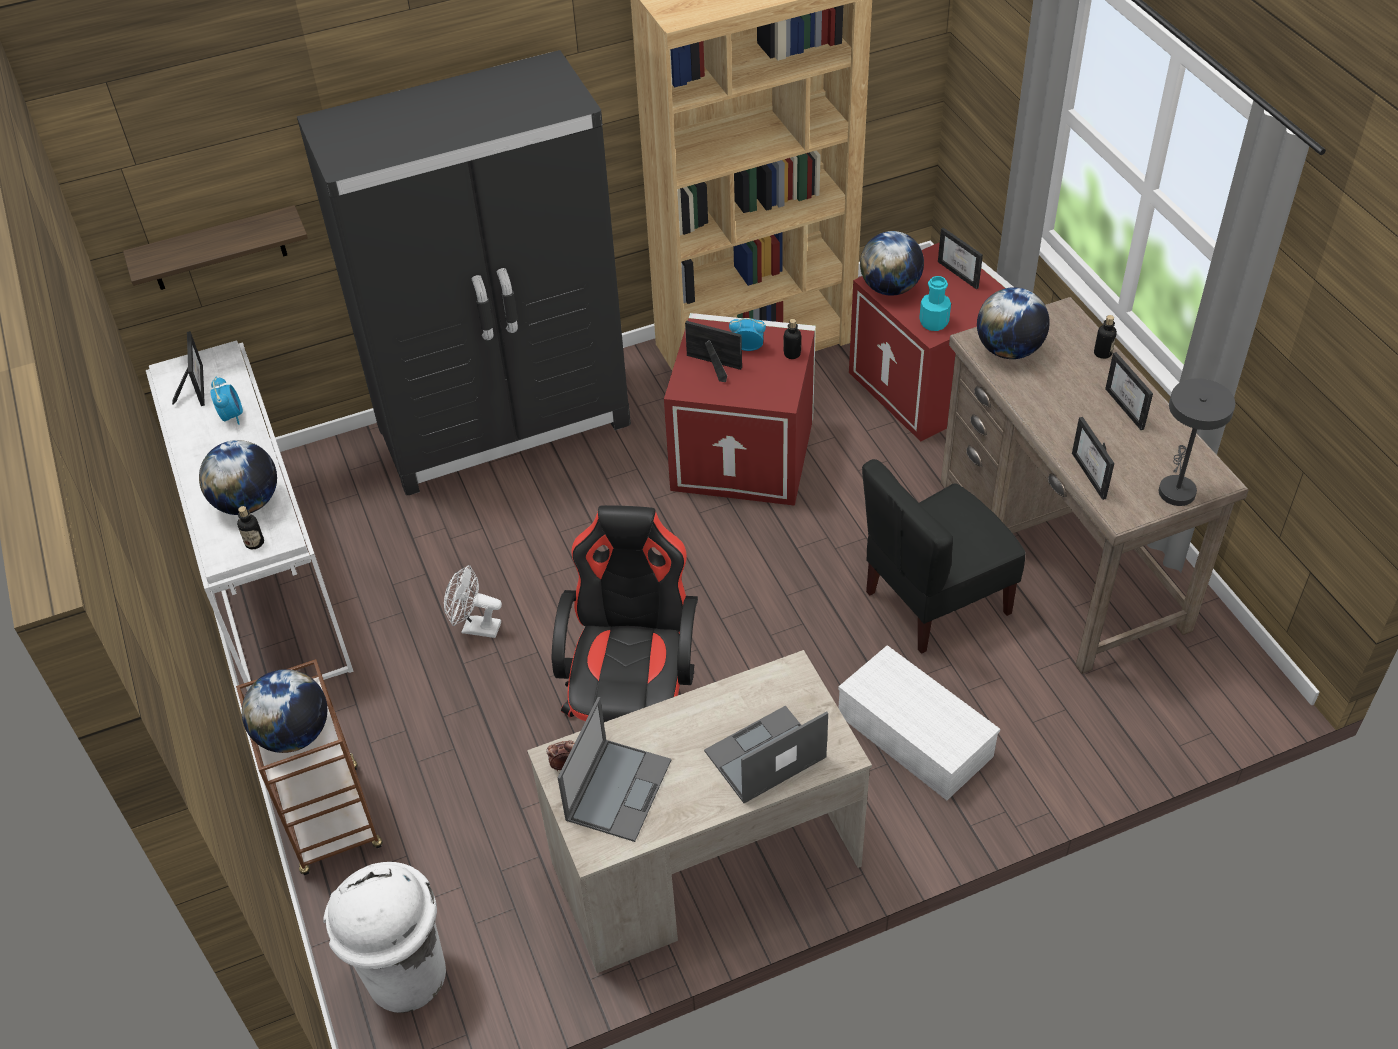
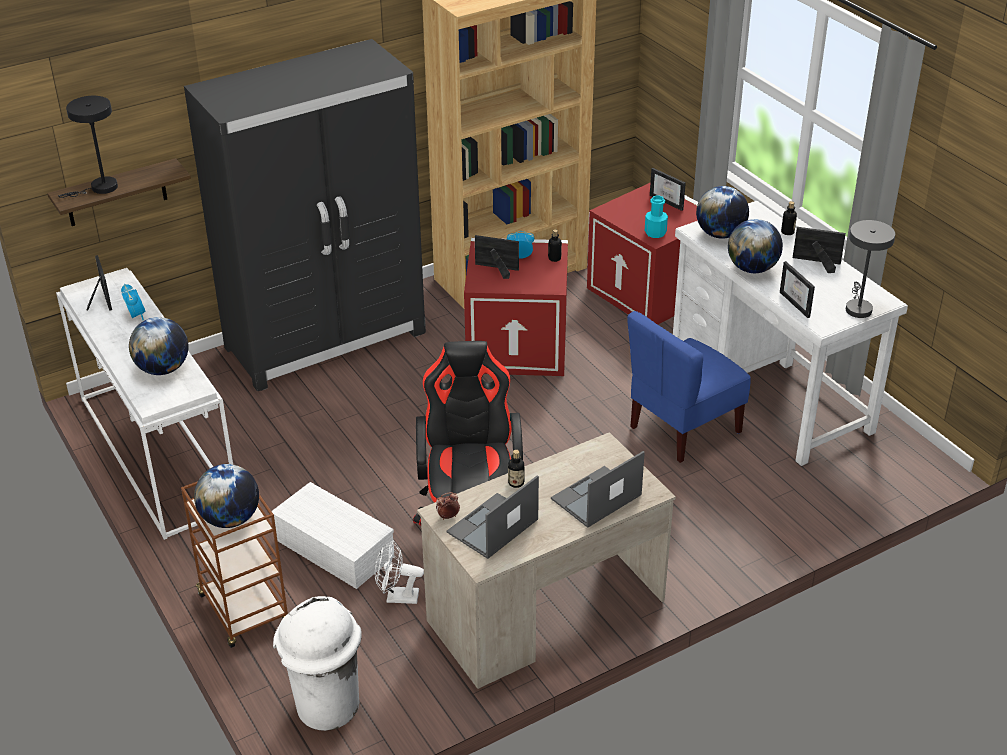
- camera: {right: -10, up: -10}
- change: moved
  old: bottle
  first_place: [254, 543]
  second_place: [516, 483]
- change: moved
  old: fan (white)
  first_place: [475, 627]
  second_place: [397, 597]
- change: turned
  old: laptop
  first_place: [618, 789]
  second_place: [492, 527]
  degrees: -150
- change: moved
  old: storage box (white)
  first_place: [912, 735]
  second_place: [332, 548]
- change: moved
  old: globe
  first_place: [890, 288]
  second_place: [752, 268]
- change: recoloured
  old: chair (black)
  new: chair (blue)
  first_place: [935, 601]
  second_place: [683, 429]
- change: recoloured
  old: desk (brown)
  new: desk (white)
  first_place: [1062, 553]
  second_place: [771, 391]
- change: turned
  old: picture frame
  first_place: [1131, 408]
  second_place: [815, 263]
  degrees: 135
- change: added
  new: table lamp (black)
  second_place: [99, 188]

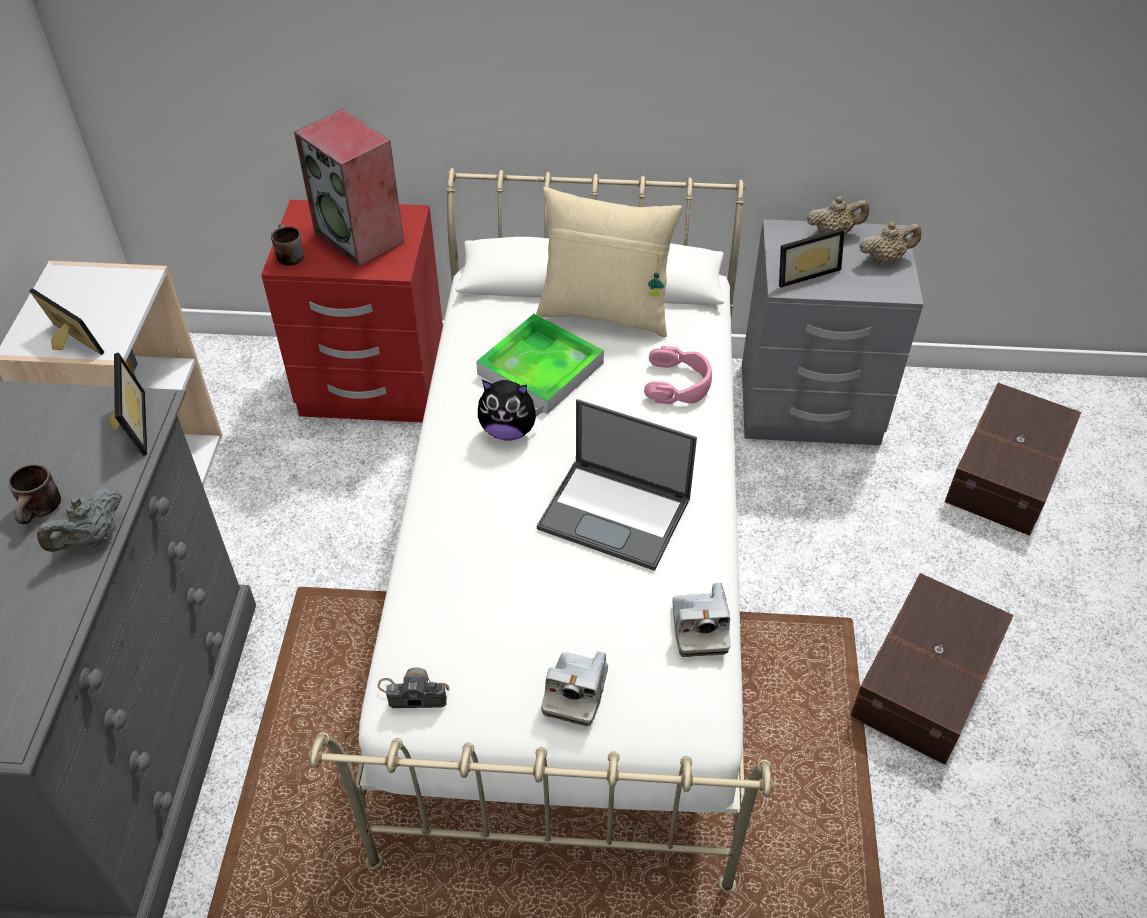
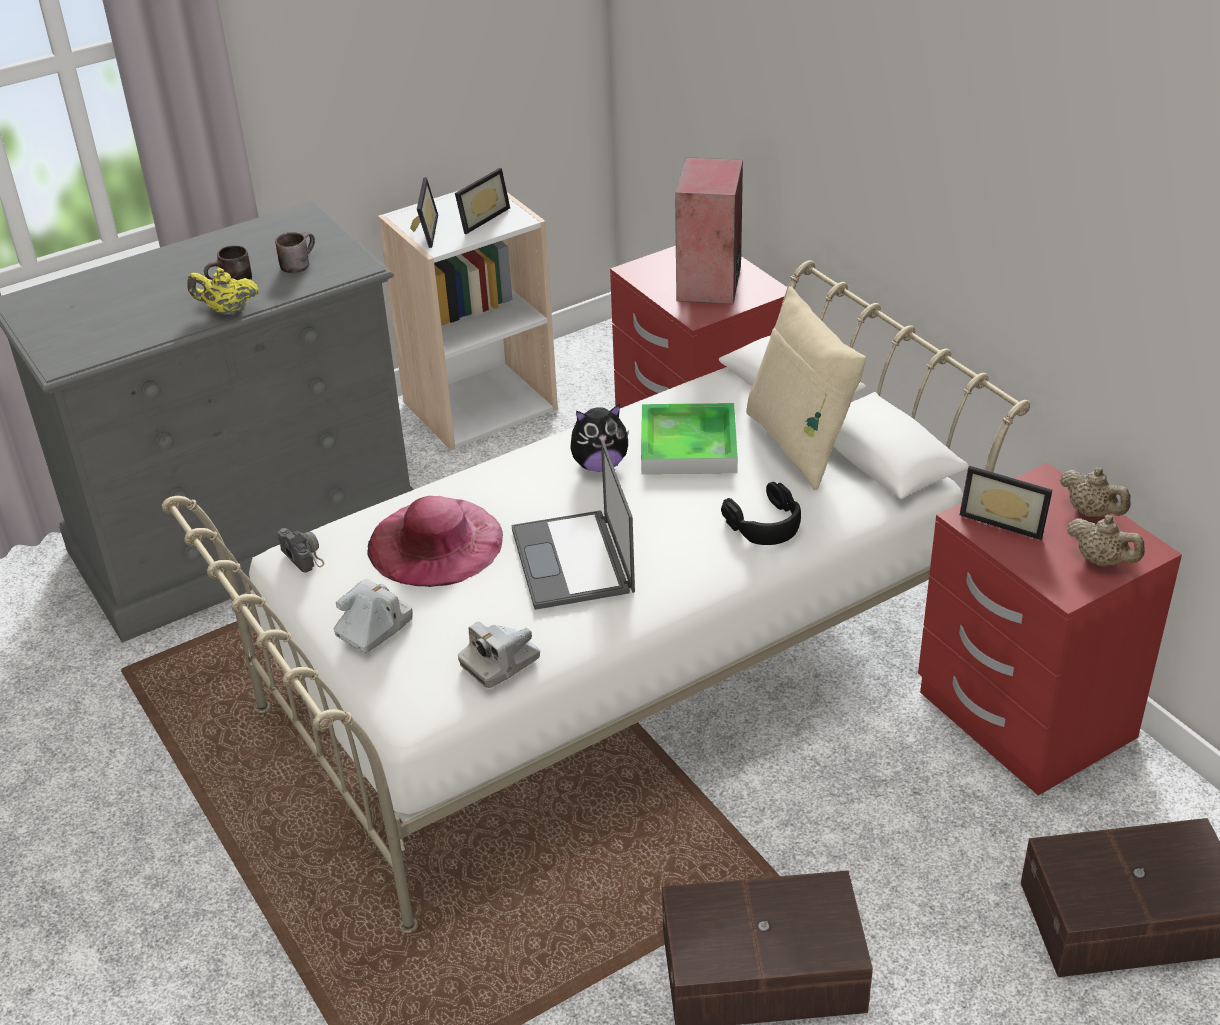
- camera: {right: 55, up: -10}
- change: recoloured
  old: teapot (grey)
  new: teapot (yellow)
  first_place: [91, 539]
  second_place: [227, 311]
- change: moved
  old: picture frame
  first_place: [128, 426]
  second_place: [479, 218]
- change: moved
  old: mug (brown)
  first_place: [287, 255]
  second_place: [297, 263]
- change: turned
  old: plush toy
  first_place: [508, 430]
  second_place: [599, 465]
  degrees: -75
- change: turned
  old: photo camera
  first_place: [575, 692]
  second_place: [374, 627]
  degrees: 150
- change: recoloured
  old: headphones (pink)
  new: headphones (black)
  first_place: [678, 383]
  second_place: [765, 523]
- change: recoloured
  old: nightstand (grey)
  new: nightstand (red)
  first_place: [809, 406]
  second_place: [1023, 717]
- change: added
  new: hat (pink)
  second_place: [435, 542]

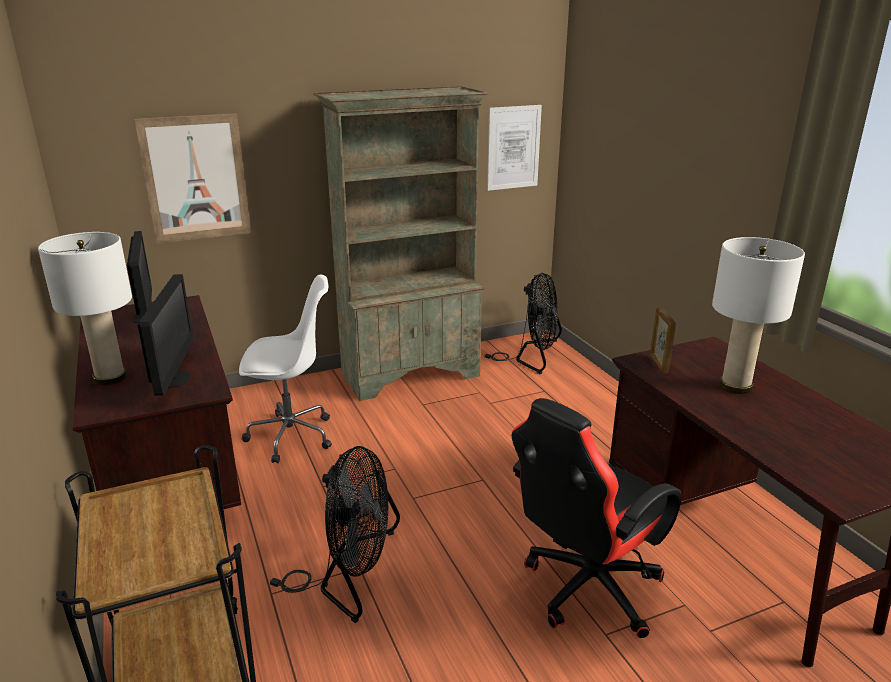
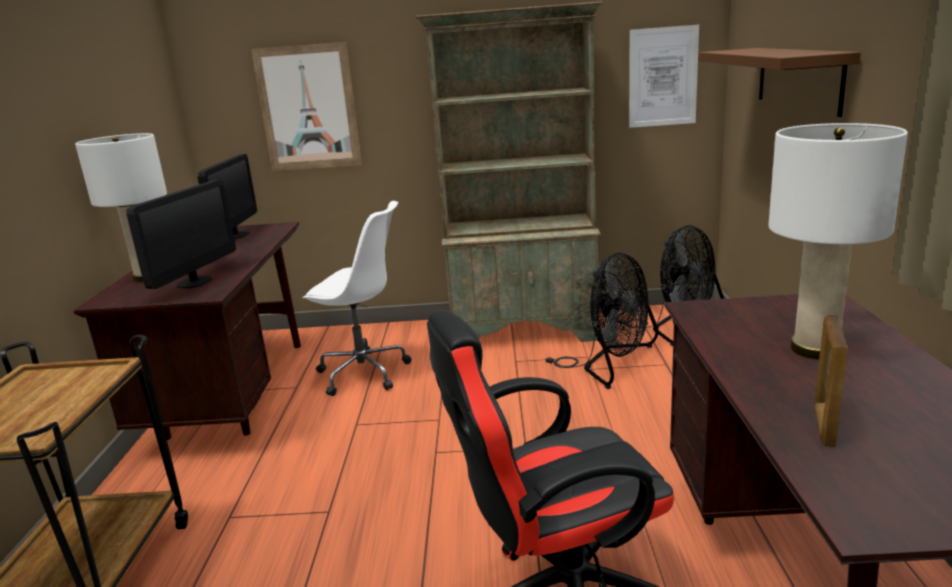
- camera: {right: 25, up: -5}
- change: moved
  old: fan (black)
  first_place: [348, 573]
  second_place: [608, 363]
- change: moved
  old: picture frame
  first_place: [658, 364]
  second_place: [823, 426]
- change: added
  new: shelf (brown)
  second_place: [798, 78]

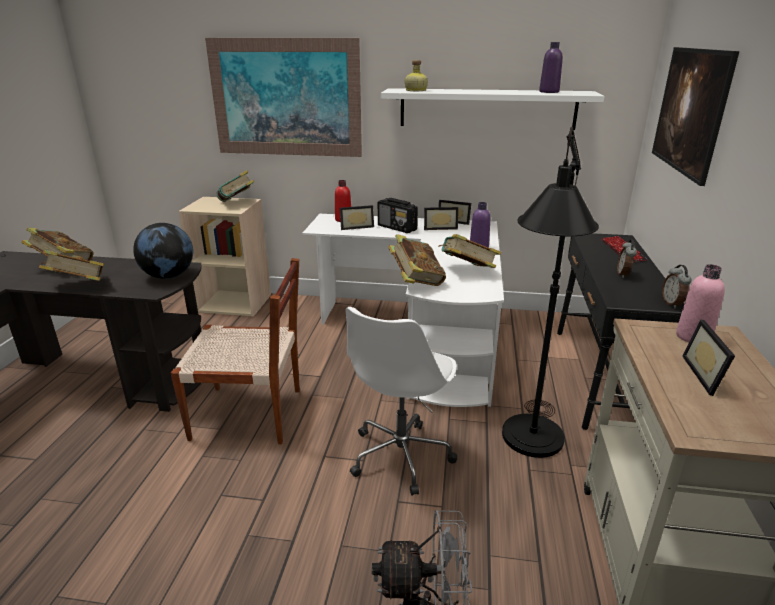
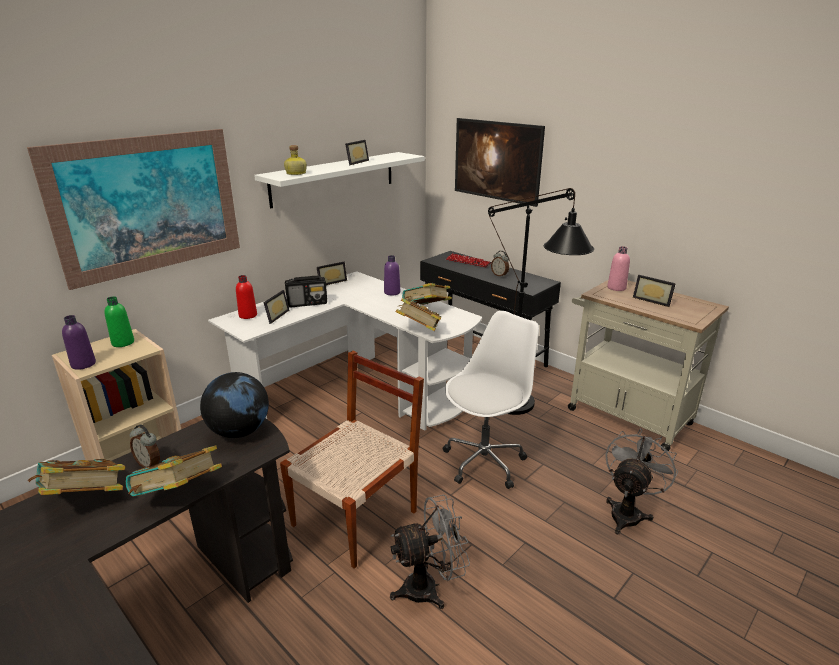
- camera: {right: -55, up: 0}
- change: replaced
  old: book
  new: bottle (green)
  first_place: [237, 203]
  second_place: [123, 343]
- change: turned
  old: office chair (white)
  first_place: [399, 459]
  second_place: [485, 461]
  degrees: -105
- change: moved
  old: picture frame
  first_place: [440, 228]
  second_place: [355, 162]
- change: moved
  old: bottle (purple)
  first_place: [549, 92]
  second_place: [83, 364]
- change: moved
  old: alarm clock
  first_place: [672, 304]
  second_place: [149, 464]
- change: added
  new: fan (grey)
  second_place: [429, 587]

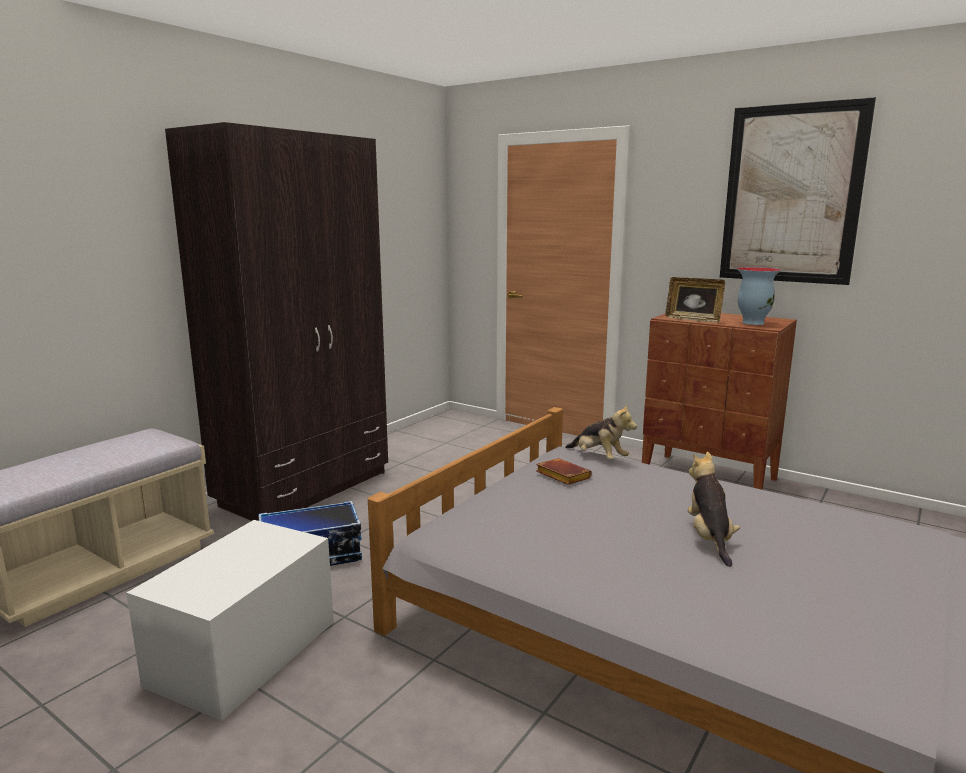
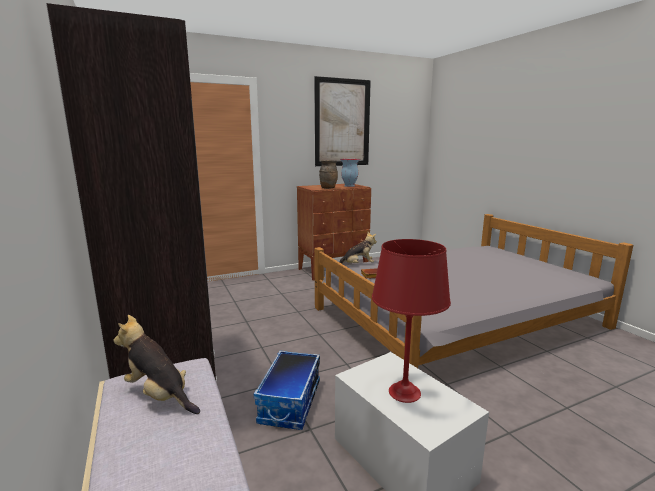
- camera: {right: -60, up: 0}
- change: replaced
  old: picture frame
  new: vase (brown)
  first_place: [693, 320]
  second_place: [328, 188]
- change: moved
  old: plush toy
  first_place: [709, 538]
  second_place: [159, 395]
- change: added
  new: table lamp (red)
  second_place: [405, 392]

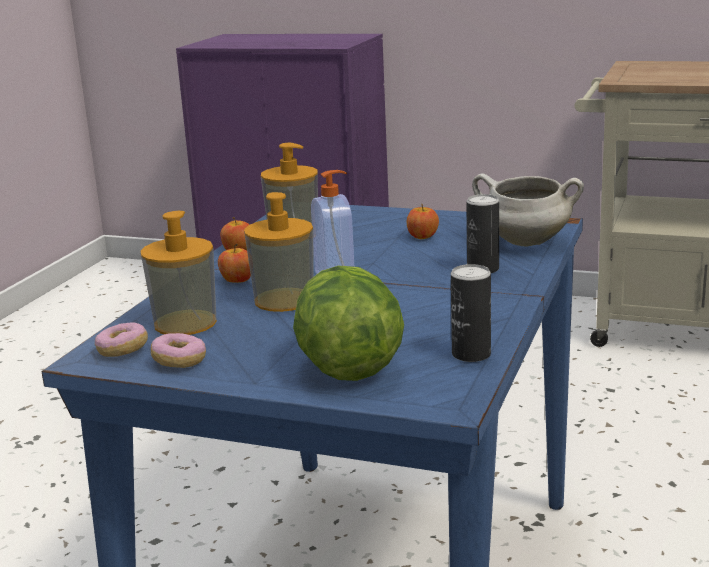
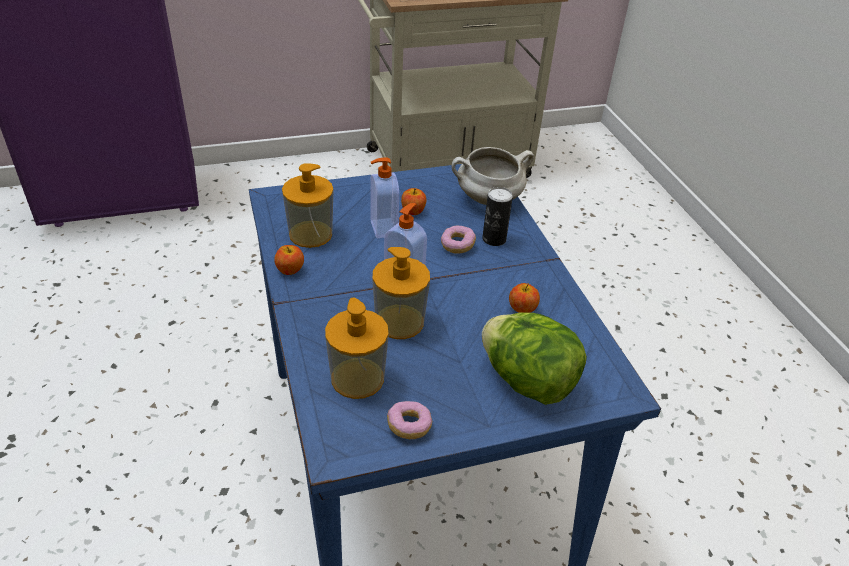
- camera: {right: -40, up: 20}
- change: moved
  old: donut
  first_place: [122, 350]
  second_place: [457, 245]
- change: moved
  old: apple
  first_place: [237, 280]
  second_place: [522, 308]
- change: removed
  old: can
  first_place: [471, 354]
- change: added
  new: soap dispenser
  second_place: [382, 228]

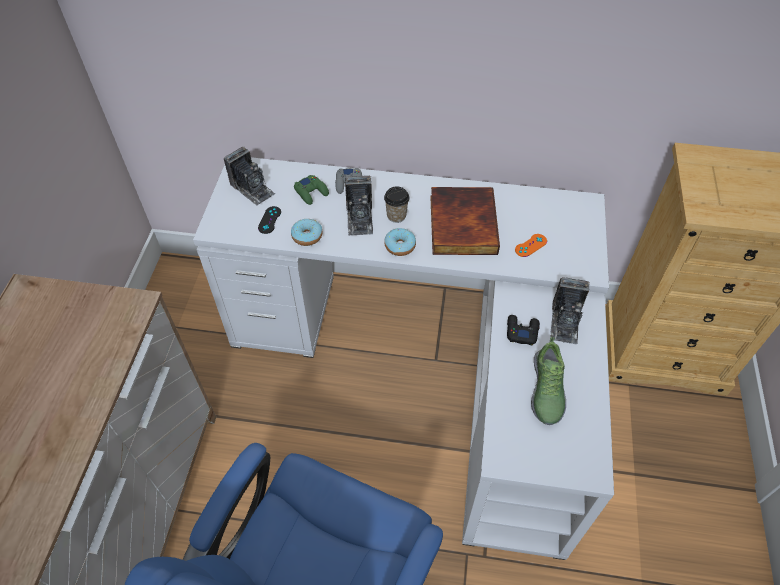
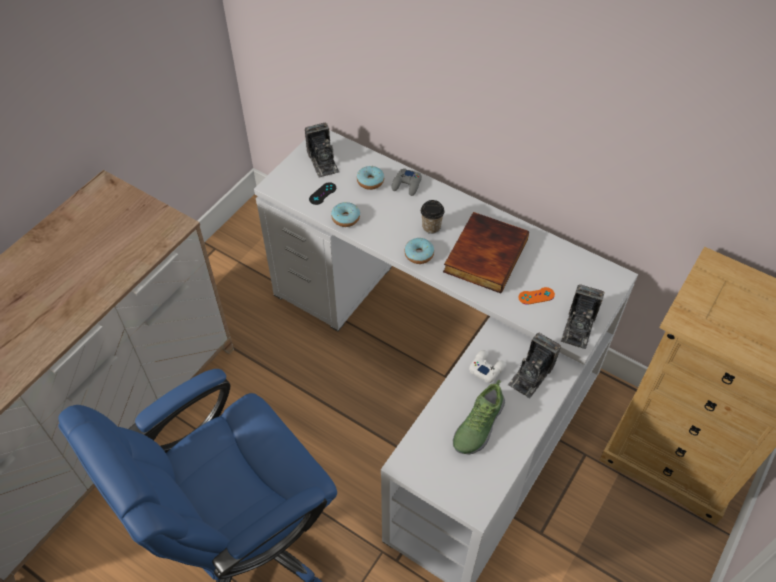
- camera: {right: 25, up: 0}
- change: replaced
  old: game controller (green)
  new: donut
  first_place: [311, 192]
  second_place: [370, 181]
- change: moved
  old: photo camera
  first_place: [359, 218]
  second_place: [578, 327]
- change: recoloured
  old: game controller (black)
  new: game controller (white)
  first_place: [521, 331]
  second_place: [486, 368]

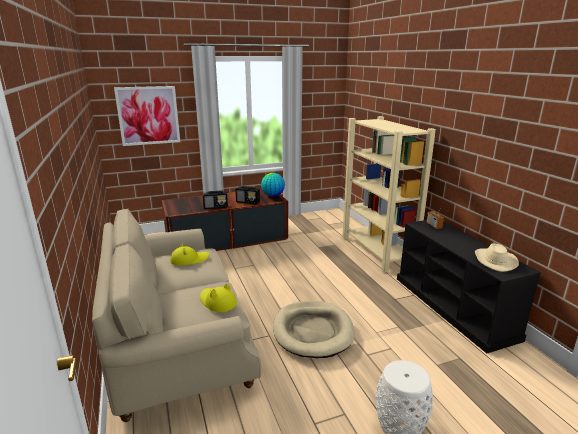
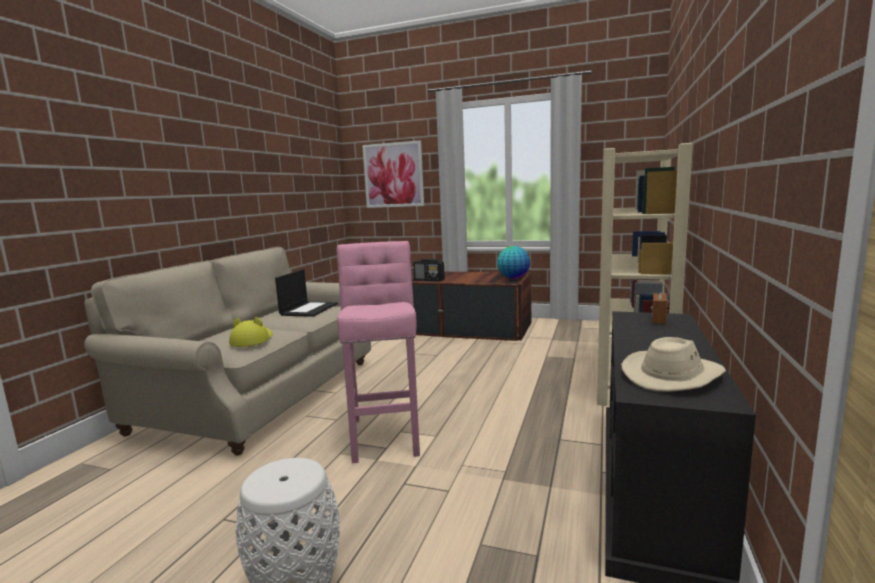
- camera: {right: 40, up: -10}
- change: replaced
  old: hat (yellow)
  new: laptop
  first_place: [189, 260]
  second_place: [309, 309]
- change: removed
  old: radio
  first_place: [248, 202]
- change: replaced
  old: dog bed (beige)
  new: stool (pink)
  first_place: [313, 331]
  second_place: [386, 433]

